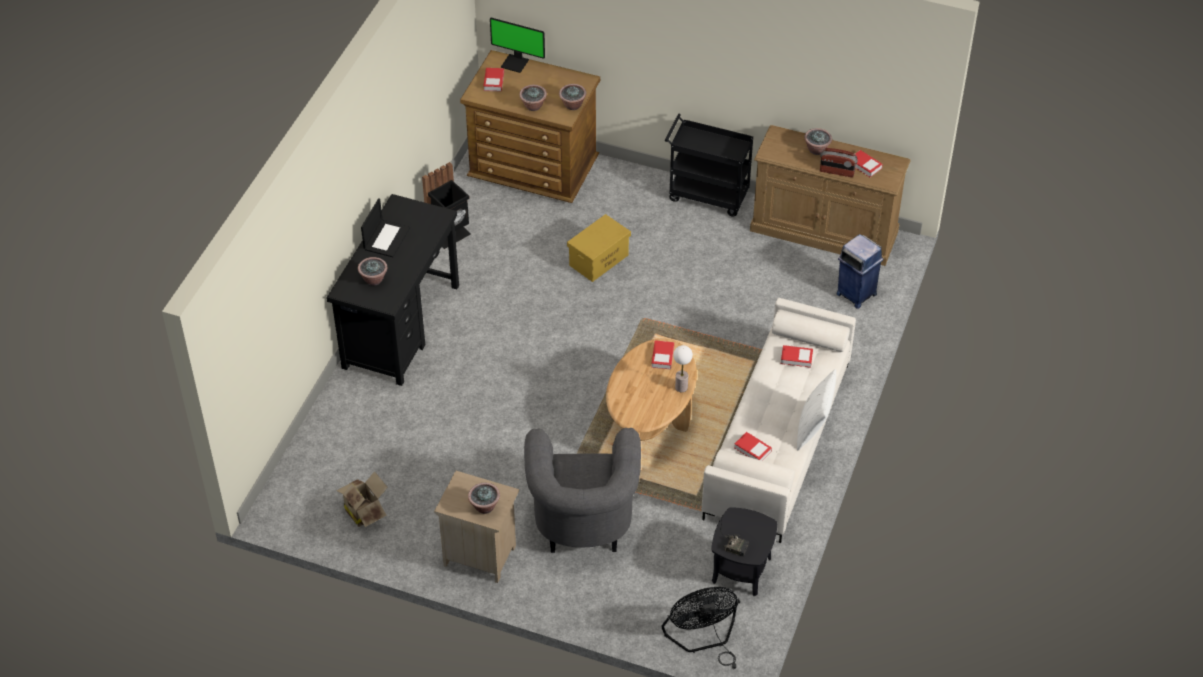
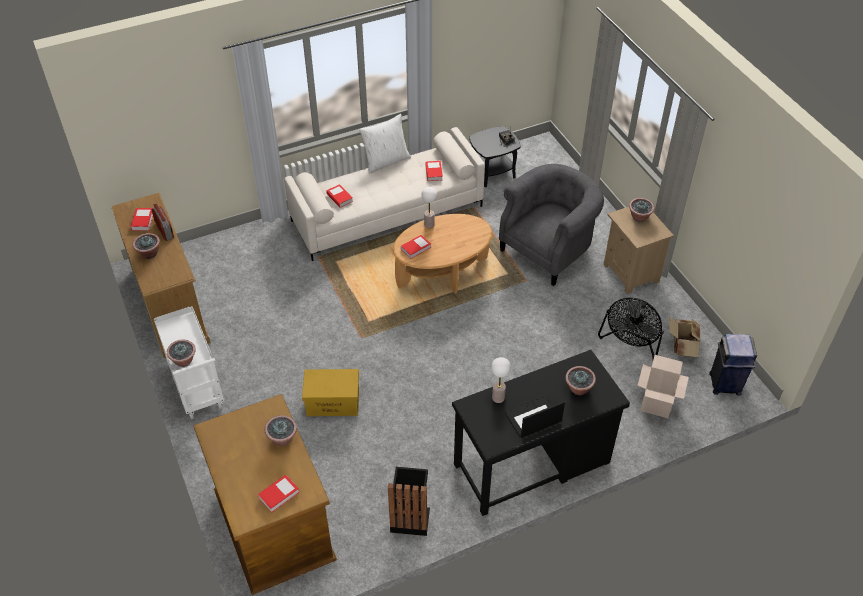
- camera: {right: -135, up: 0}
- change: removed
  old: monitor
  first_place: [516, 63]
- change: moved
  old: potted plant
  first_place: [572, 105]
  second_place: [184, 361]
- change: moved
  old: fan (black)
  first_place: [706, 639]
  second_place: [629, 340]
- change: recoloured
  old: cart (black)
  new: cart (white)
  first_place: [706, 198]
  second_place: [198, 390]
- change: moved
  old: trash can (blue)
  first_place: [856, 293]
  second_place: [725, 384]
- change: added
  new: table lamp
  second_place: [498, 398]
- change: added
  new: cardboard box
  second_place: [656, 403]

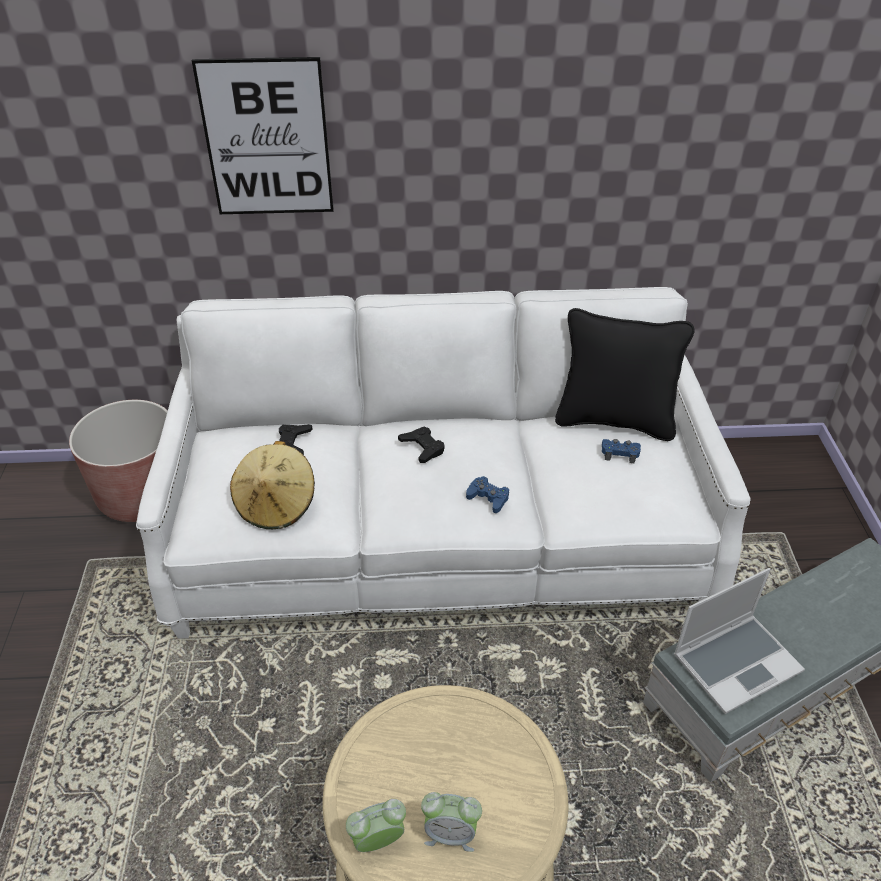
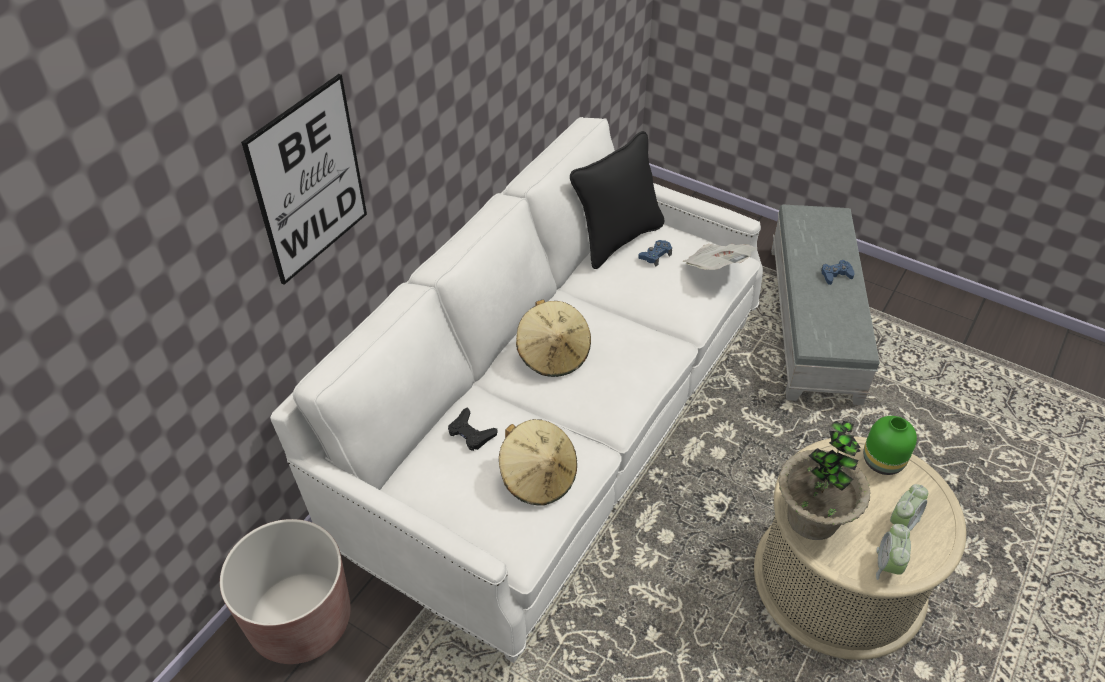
- camera: {right: -55, up: 5}
- change: replaced
  old: game controller (black)
  new: hat (beige)
  first_place: [422, 447]
  second_place: [553, 354]
- change: moved
  old: game controller (blue)
  first_place: [488, 498]
  second_place: [836, 275]
- change: removed
  old: laptop
  first_place: [736, 662]
- change: added
  new: newspaper
  second_place: [716, 268]
- change: added
  new: potted plant
  second_place: [812, 518]
- change: added
  new: vase (green)
  second_place: [881, 461]

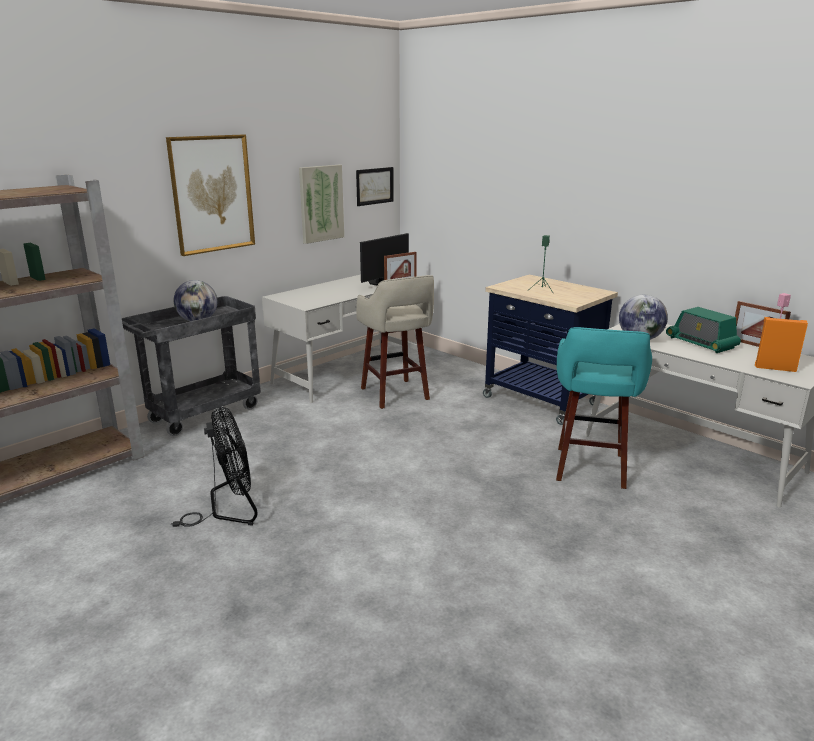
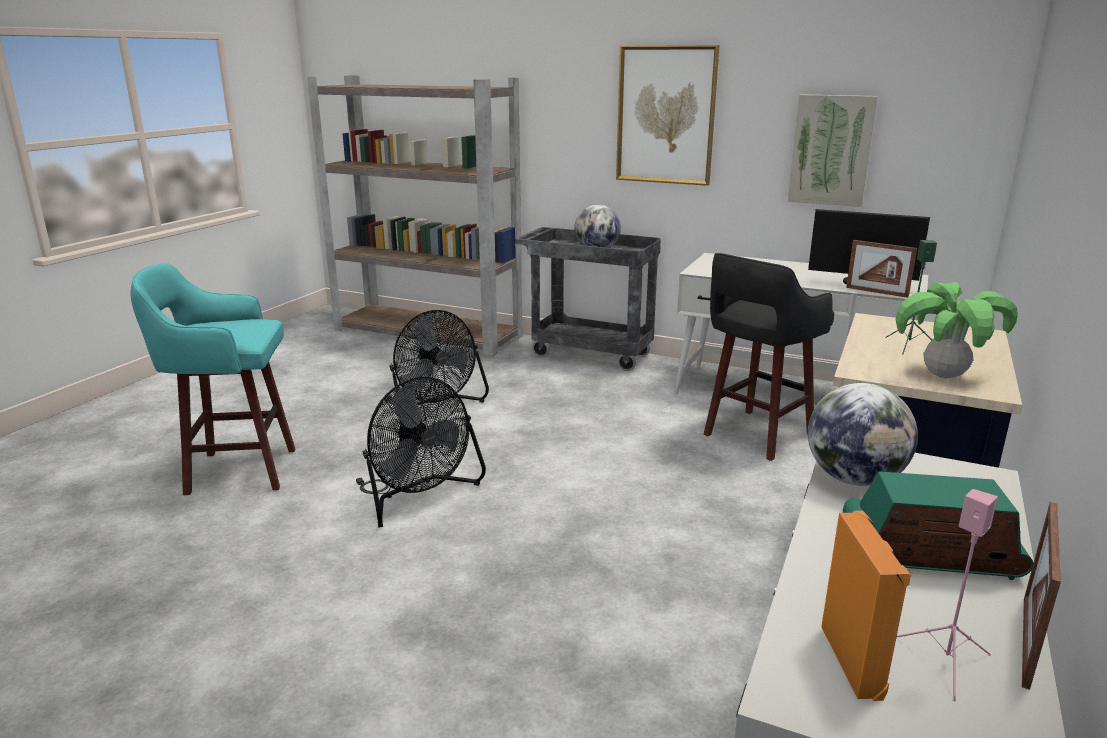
- camera: {right: 70, up: 0}
- change: removed
  old: picture
  first_place: [374, 186]
- change: recoloured
  old: stool (beige)
  new: stool (black)
  first_place: [395, 395]
  second_place: [755, 436]
- change: moved
  old: stool (turquoise)
  first_place: [589, 469]
  second_place: [236, 471]
- change: turned
  old: radio
  first_place: [701, 343]
  second_place: [928, 552]
  degrees: 60
- change: added
  new: fan (black)
  second_place: [414, 496]
- change: added
  new: potted plant
  second_place: [943, 375]

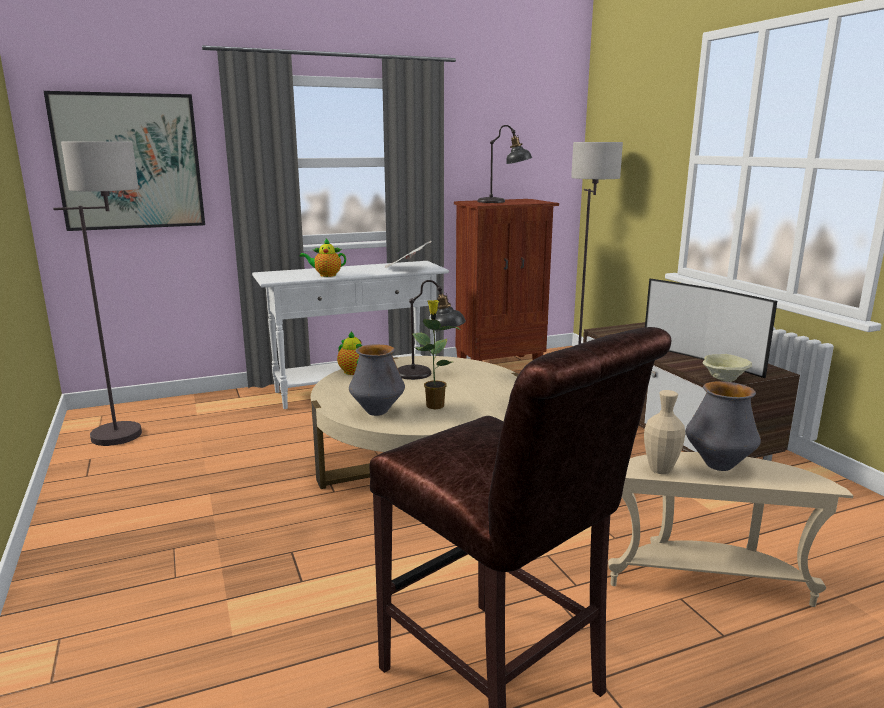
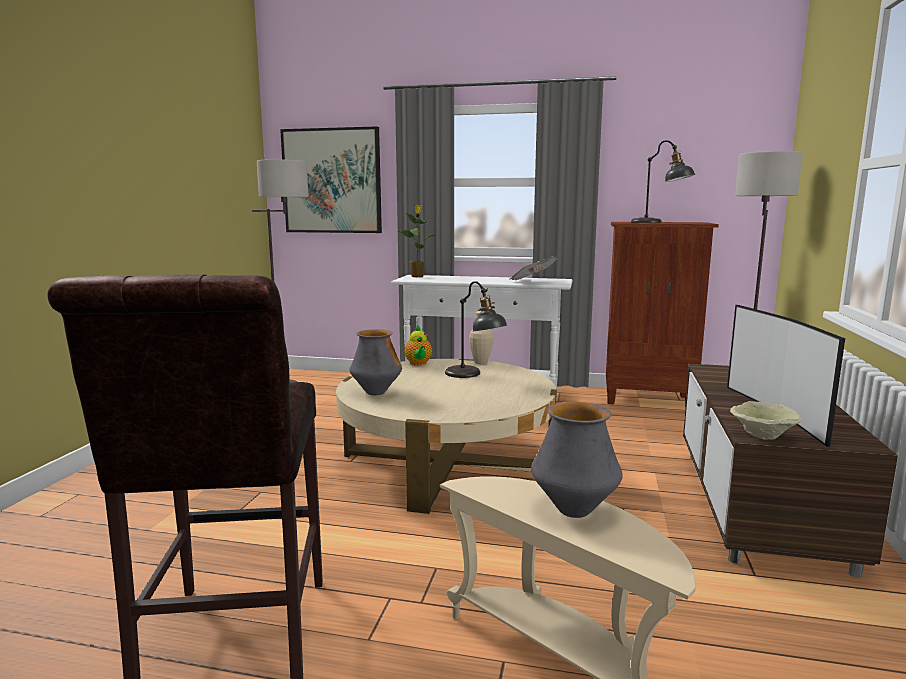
- camera: {right: 35, up: -5}
- change: removed
  old: teapot
  first_place: [326, 275]
- change: moved
  old: potted plant
  first_place: [434, 405]
  second_place: [417, 276]
- change: moved
  old: vase (beige)
  first_place: [660, 470]
  second_place: [481, 363]

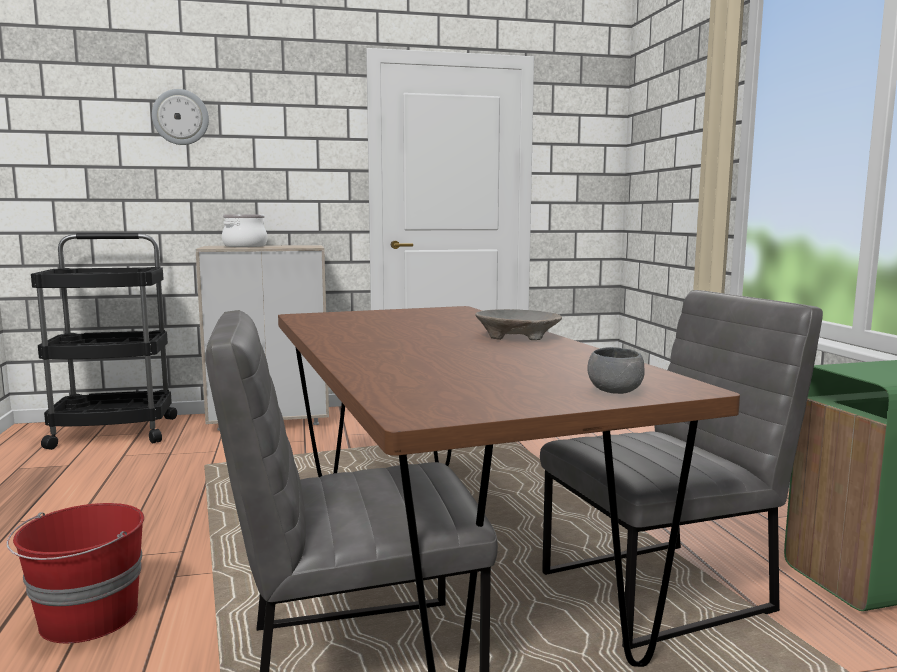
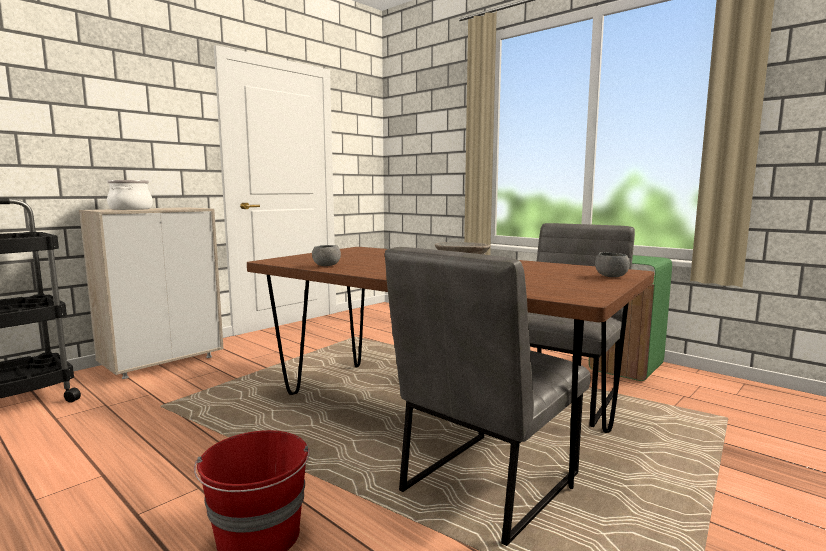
- camera: {right: -35, up: 0}
- change: removed
  old: wall clock
  first_place: [180, 117]
- change: added
  new: bowl (grey)
  second_place: [326, 265]

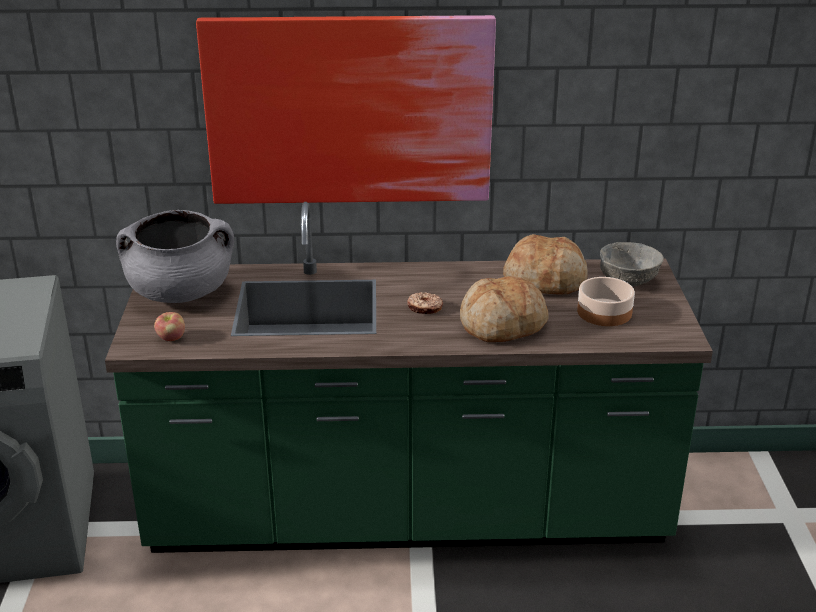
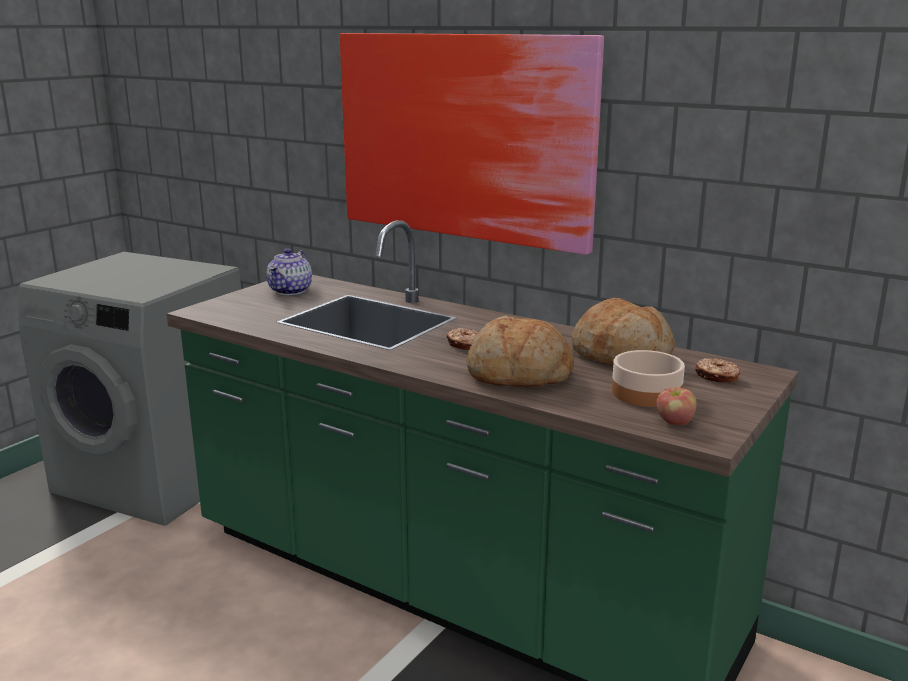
- camera: {right: 35, up: -10}
- change: replaced
  old: cooking pot (grey)
  new: teapot
  first_place: [181, 293]
  second_place: [291, 291]
- change: moved
  old: apple
  first_place: [171, 338]
  second_place: [675, 422]
- change: replaced
  old: bowl (grey)
  new: donut
  first_place: [627, 281]
  second_place: [716, 377]

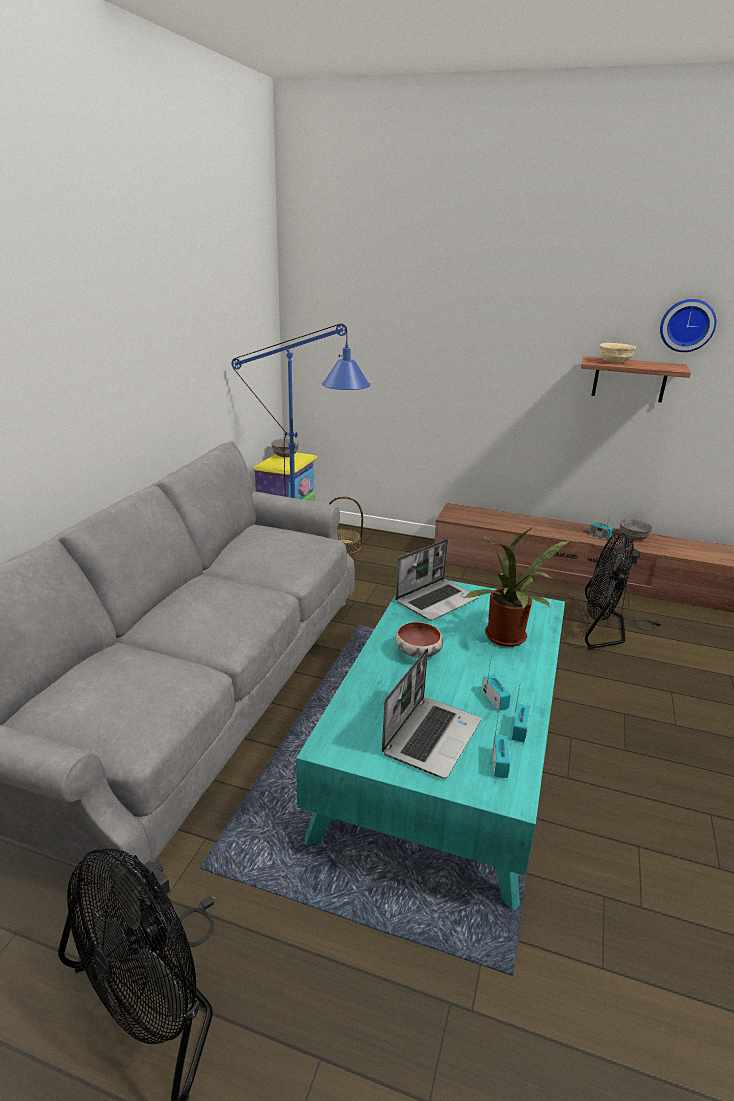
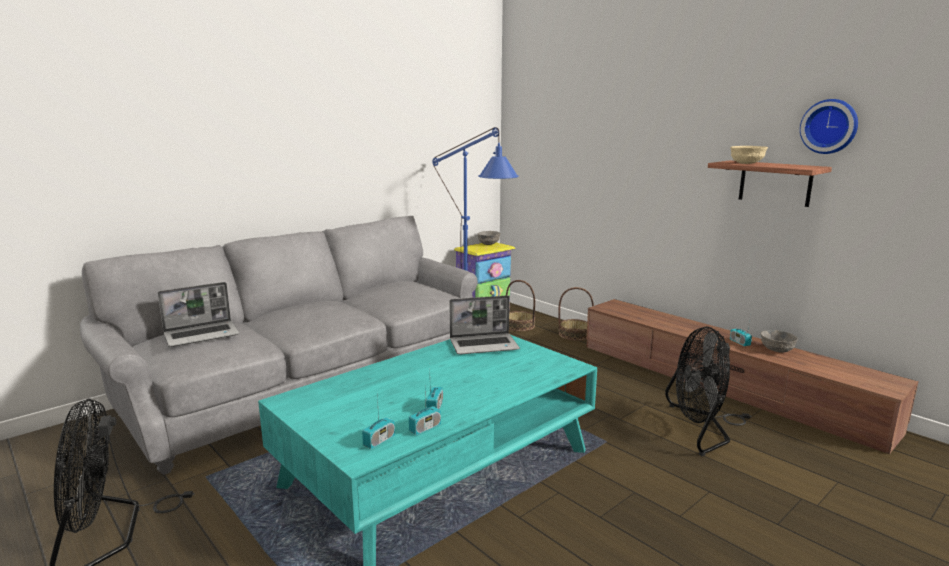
- camera: {right: 30, up: -10}
- change: moved
  old: laptop
  first_place: [431, 736]
  second_place: [202, 335]
- change: removed
  old: bowl
  first_place: [419, 653]
- change: removed
  old: potted plant
  first_place: [507, 639]
- change: turned
  old: fan (black)
  first_place: [608, 626]
  second_place: [704, 427]
  degrees: -45
- change: added
  new: basket
  second_place: [574, 334]

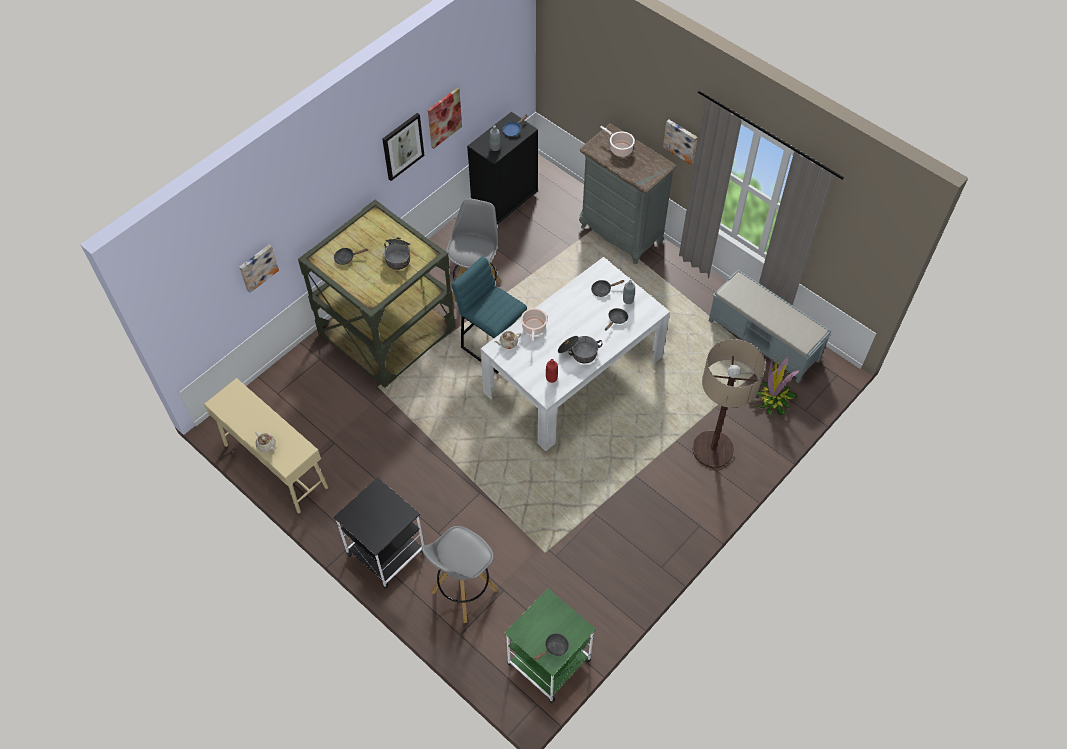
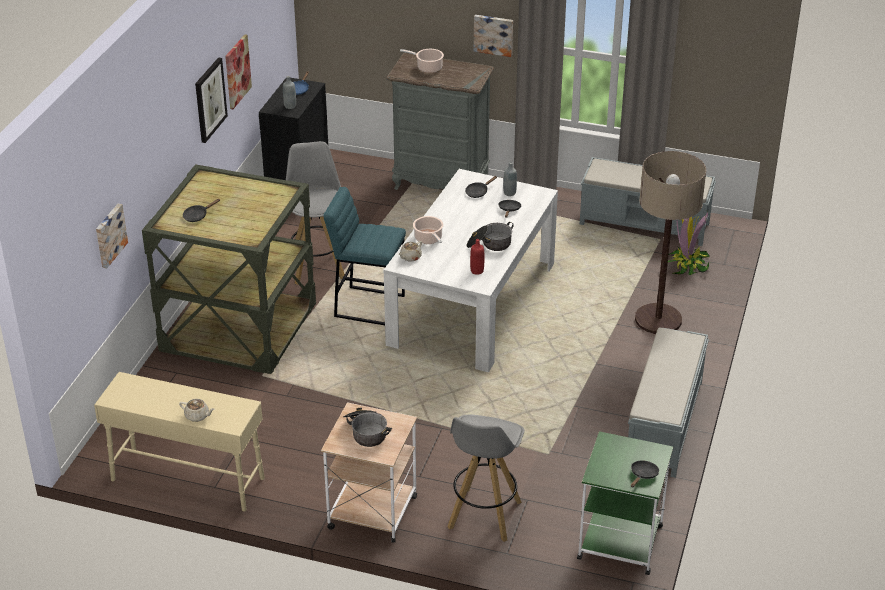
- camera: {right: -25, up: -20}
- change: recoloured
  old: cart (black)
  new: cart (beige)
  first_place: [385, 552]
  second_place: [371, 511]
- change: moved
  old: cooking pot
  first_place: [398, 256]
  second_place: [366, 432]
- change: added
  new: bench (grey)
  second_place: [664, 425]

